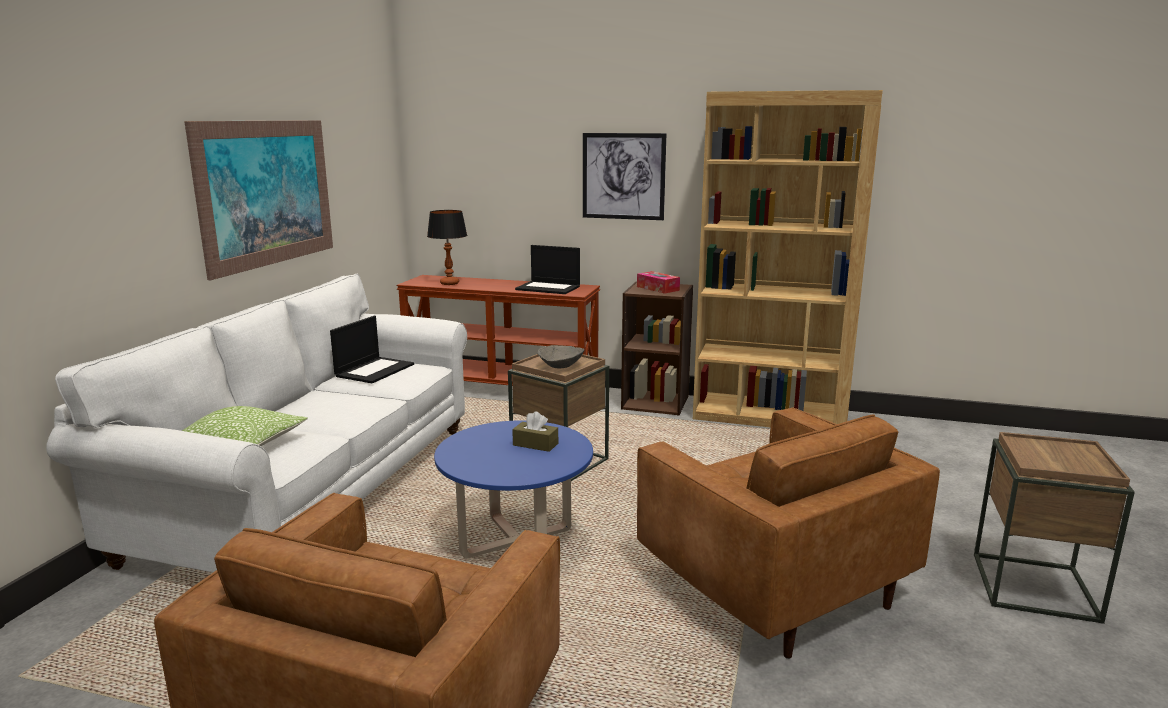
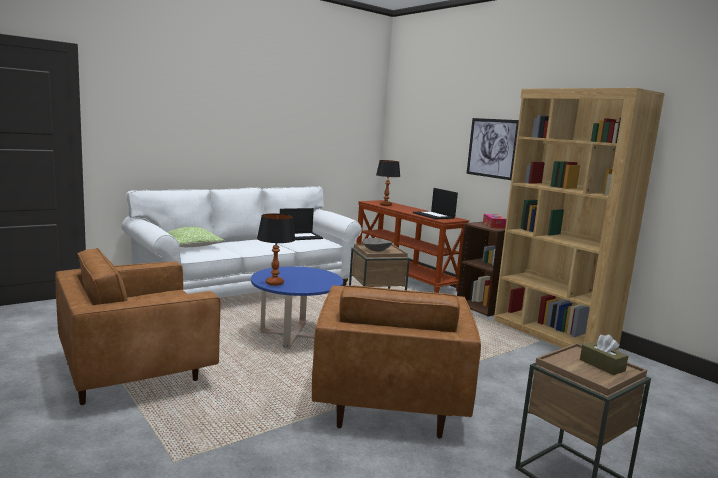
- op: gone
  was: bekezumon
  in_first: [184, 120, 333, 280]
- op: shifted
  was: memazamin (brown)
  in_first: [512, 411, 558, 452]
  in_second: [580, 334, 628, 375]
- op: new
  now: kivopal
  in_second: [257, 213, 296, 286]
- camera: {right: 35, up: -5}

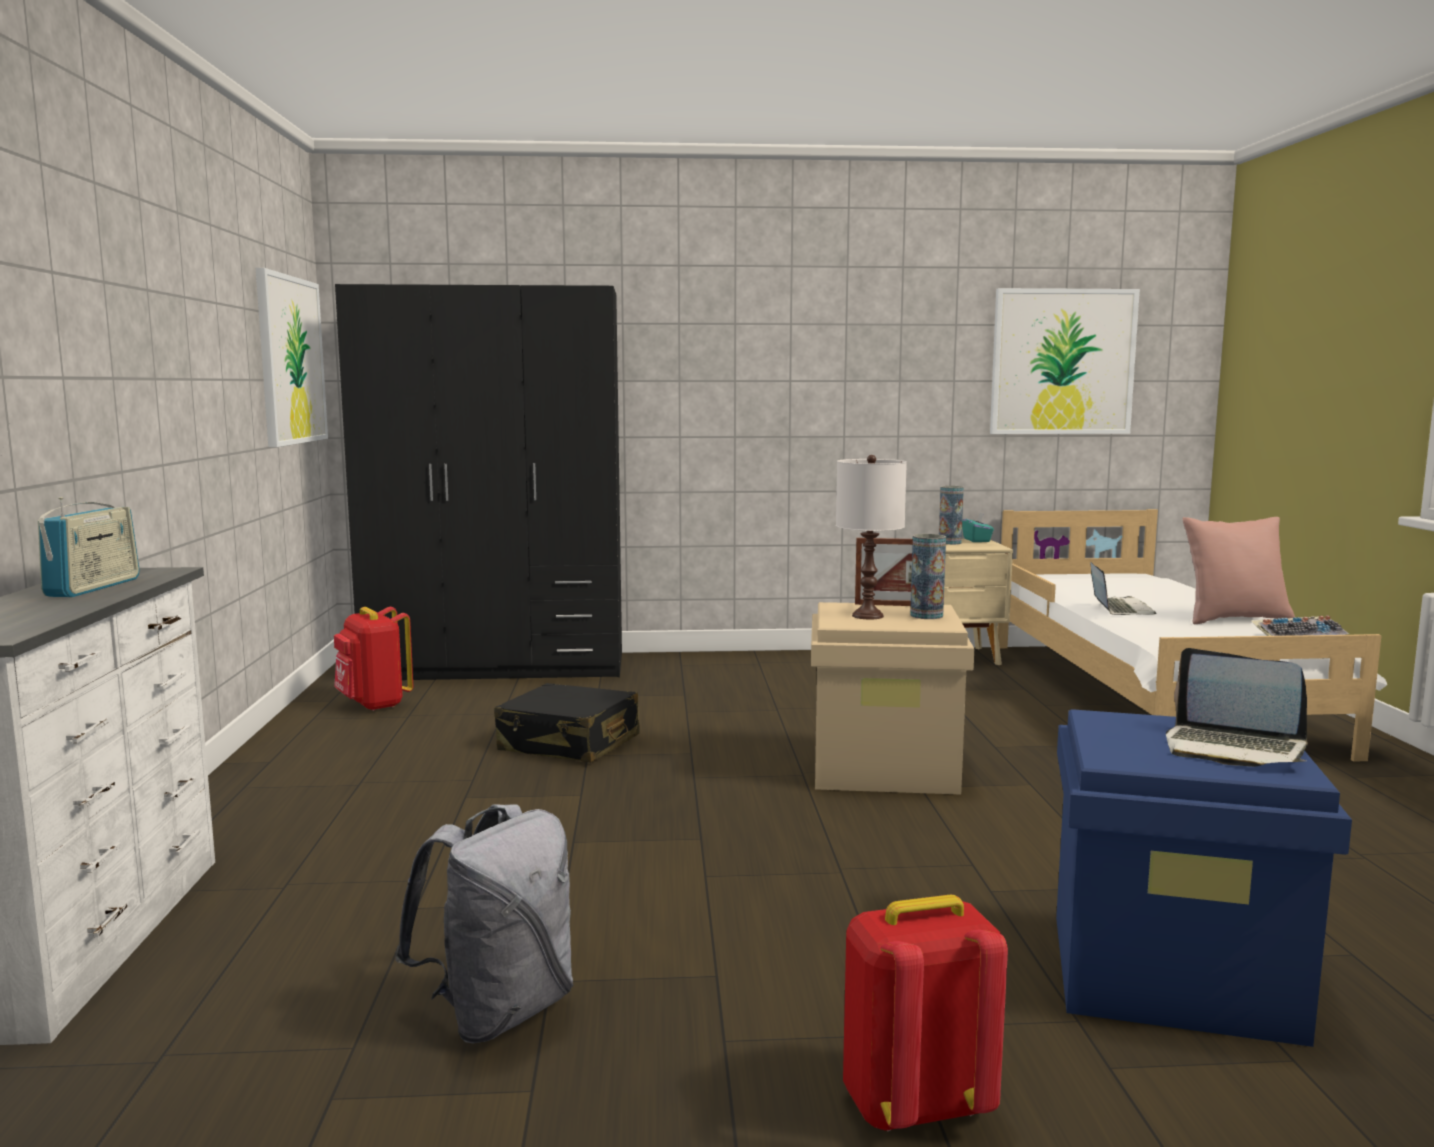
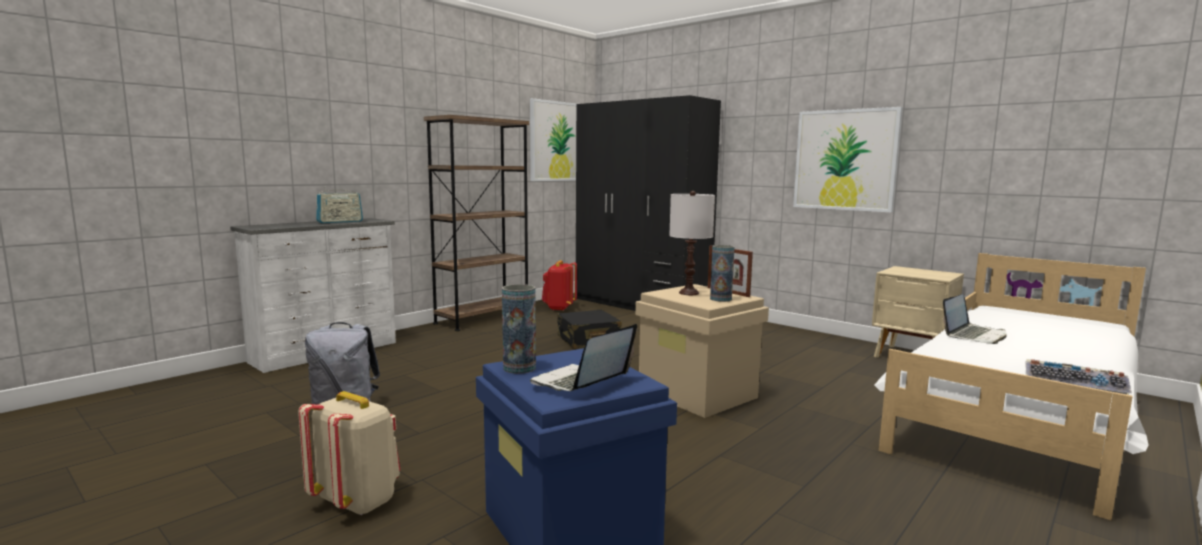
- op: repainted
  was: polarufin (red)
  now: polarufin (beige)
  in_first: [843, 894, 1008, 1131]
  in_second: [298, 391, 400, 515]
- op: shifted
  was: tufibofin
  in_first: [939, 486, 964, 545]
  in_second: [502, 284, 536, 374]
- op: gone
  was: memazamin (turquoise)
  in_first: [962, 513, 994, 542]
- op: shifted
  was: bekezumon
  in_first: [990, 288, 1140, 434]
  in_second: [793, 107, 903, 213]
- op: rotated
  was: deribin
  in_first: [1166, 648, 1308, 767]
  in_second: [530, 324, 637, 391]
  clockwise: 45
- op: gone
  was: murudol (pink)
  in_first: [1182, 517, 1295, 624]
- op: new
  now: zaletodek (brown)
  in_second: [424, 115, 529, 331]
- camera: {right: 45, up: 0}

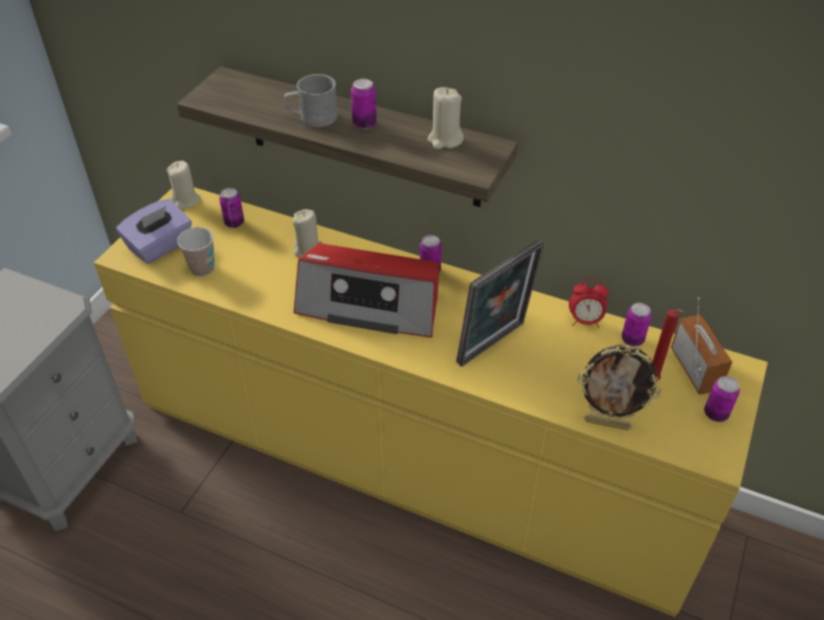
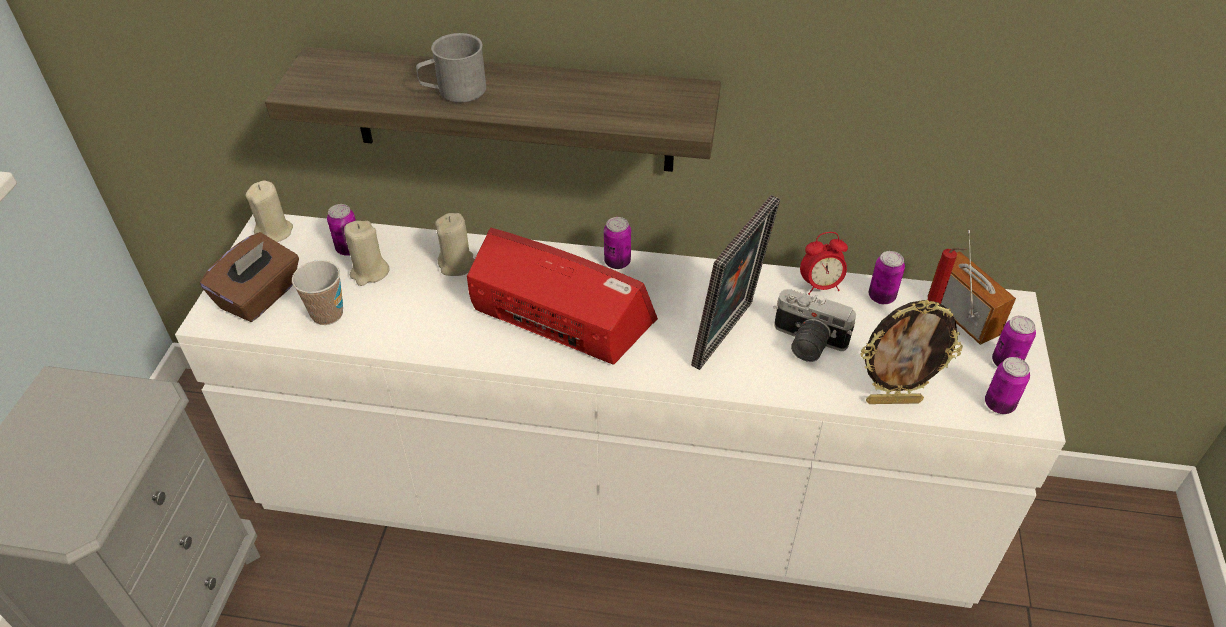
- op: repainted
  was: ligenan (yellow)
  now: ligenan (white)
  in_first: [94, 187, 768, 617]
  in_second: [175, 214, 1066, 608]
- op: repainted
  was: memazamin (purple)
  now: memazamin (brown)
  in_first: [116, 199, 192, 264]
  in_second: [200, 232, 299, 322]
- op: rotated
  was: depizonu
  in_first: [294, 243, 439, 338]
  in_second: [467, 228, 658, 364]
  clockwise: -150
- op: shifted
  was: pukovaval
  in_first: [351, 79, 377, 129]
  in_second: [985, 357, 1030, 414]
- op: shifted
  was: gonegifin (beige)
  in_first: [428, 87, 464, 149]
  in_second: [344, 221, 389, 286]
- op: new
  now: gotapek
  in_second: [773, 289, 856, 362]
- camera: {right: -15, up: 0}

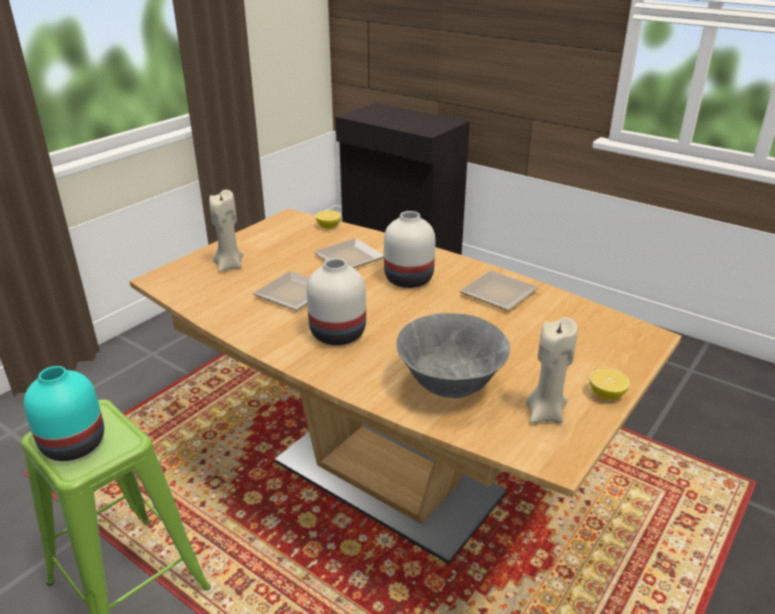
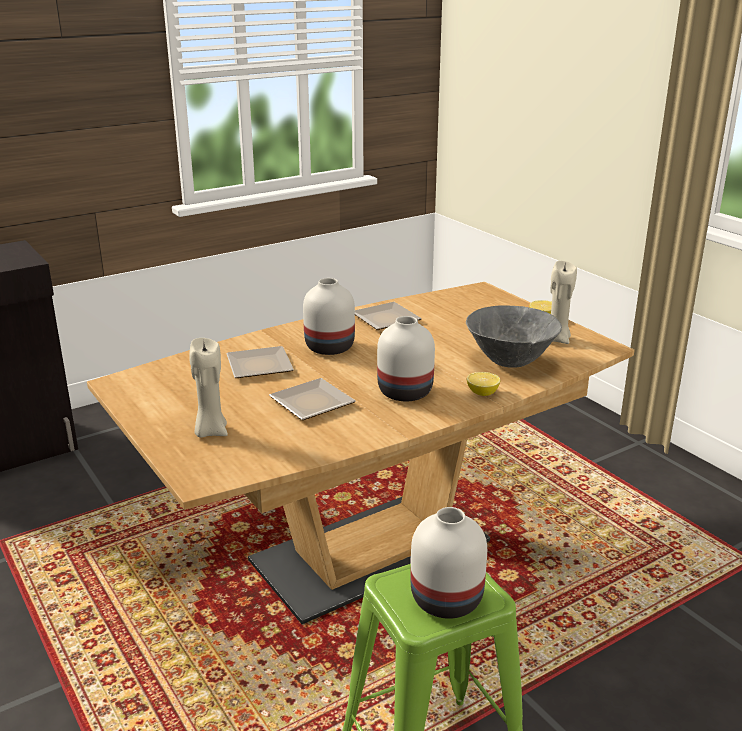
- op: repainted
  was: tufibofin (turquoise)
  now: tufibofin (white)
  in_first: [24, 366, 104, 461]
  in_second: [411, 507, 487, 619]
- op: shifted
  was: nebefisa
  in_first: [315, 210, 341, 229]
  in_second: [467, 372, 500, 396]
- camera: {right: -70, up: -5}

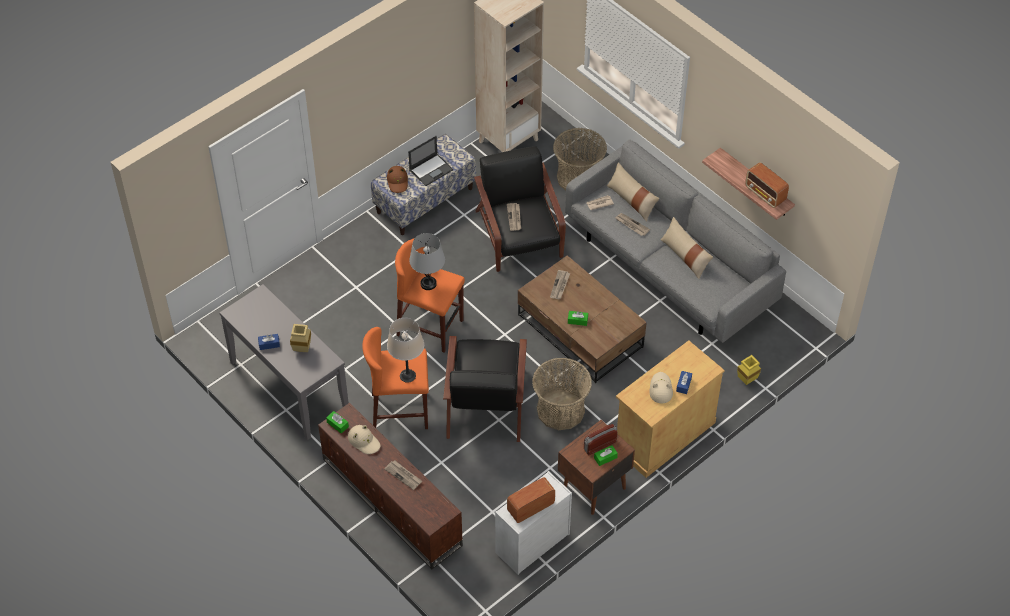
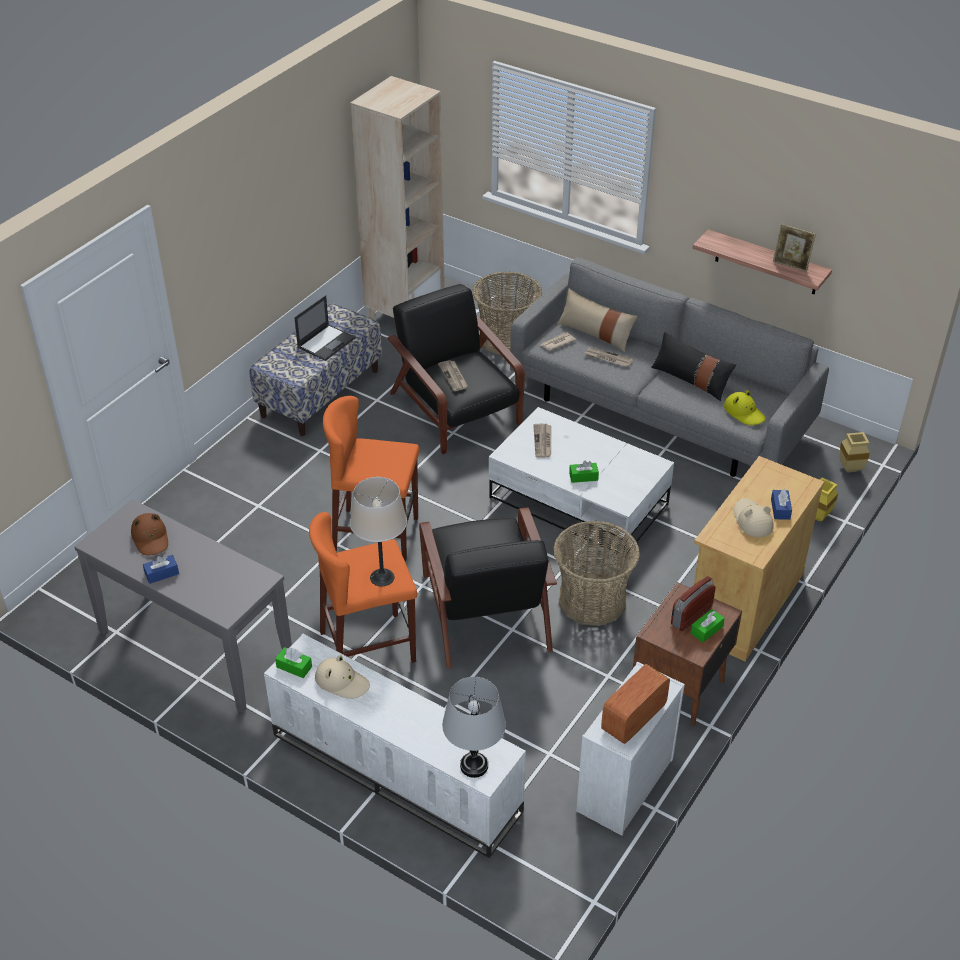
- op: shifted
  was: tufibofin (beige)
  in_first: [290, 324, 311, 352]
  in_second: [840, 432, 870, 473]
- op: repainted
  was: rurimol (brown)
  now: rurimol (white)
  in_first: [318, 402, 463, 569]
  in_second: [264, 634, 526, 858]
- op: gone
  was: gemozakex
  in_first: [384, 460, 422, 490]
- op: shifted
  was: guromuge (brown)
  in_first: [387, 166, 408, 193]
  in_second: [131, 513, 168, 555]
- op: shifted
  was: kivopal (grey)
  in_first: [409, 233, 445, 290]
  in_second: [442, 677, 506, 778]
- op: repainted
  was: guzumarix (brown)
  now: guzumarix (white)
  in_first: [518, 255, 647, 383]
  in_second: [489, 407, 674, 555]
- op: repainted
  was: murudol (beige)
  now: murudol (black)
  in_first: [661, 217, 713, 279]
  in_second: [651, 332, 736, 401]
- op: swapped
  was: depizonu
  now: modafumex
  in_first: [745, 162, 789, 208]
  in_second: [773, 224, 816, 272]
- op: new
  now: guromuge (yellow)
  in_second: [724, 390, 766, 425]
- camera: {right: -15, up: -10}

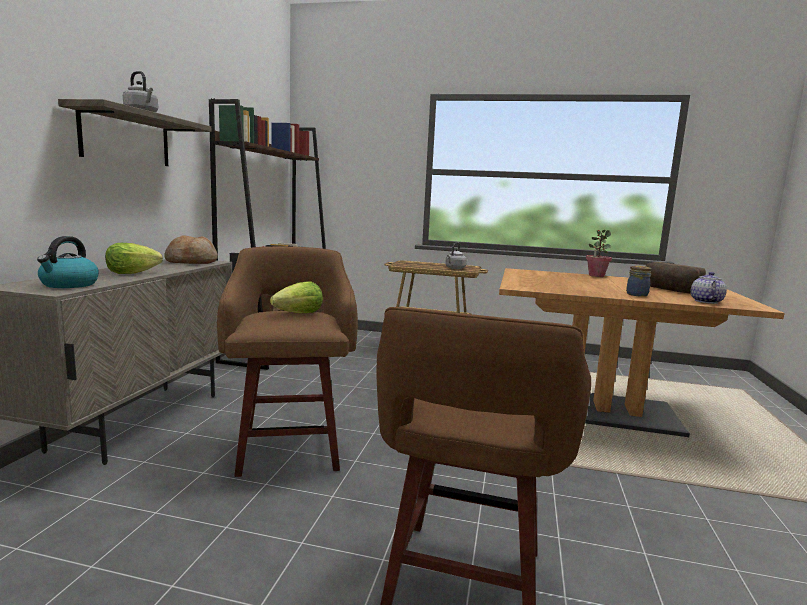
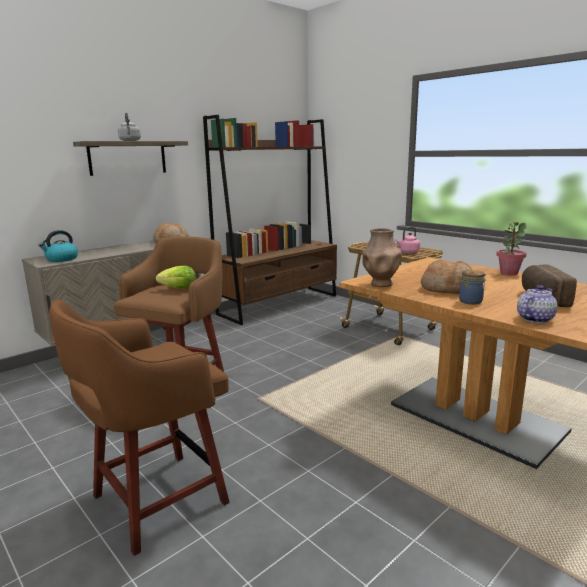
- op: gone
  was: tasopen
  in_first: [105, 243, 163, 274]
- op: repainted
  was: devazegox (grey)
  now: devazegox (pink)
  in_first: [445, 242, 467, 269]
  in_second: [395, 227, 420, 253]
- op: new
  now: tufibofin (brown)
  in_second: [362, 228, 402, 287]
- op: new
  now: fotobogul
  in_second: [421, 260, 472, 294]
- camera: {right: 35, up: 5}

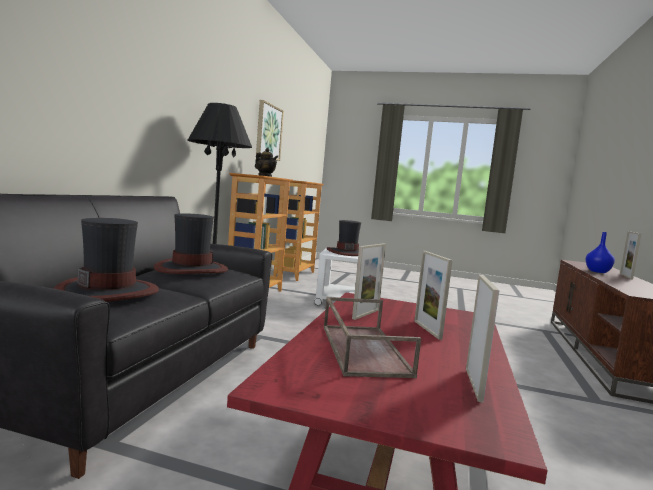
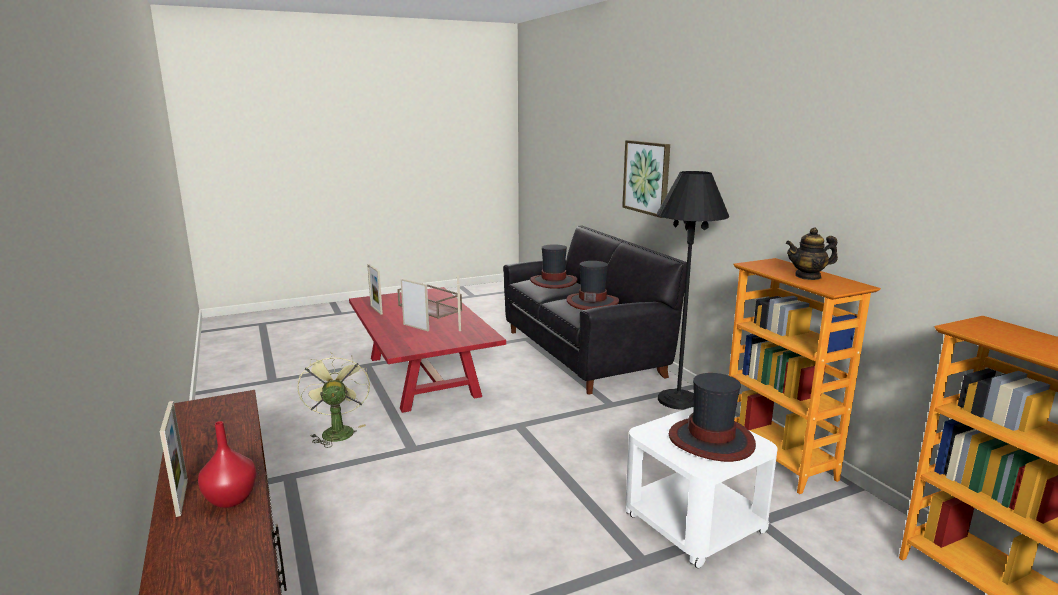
- op: shifted
  was: bekezumon
  in_first: [256, 100, 284, 161]
  in_second: [622, 140, 670, 218]
- op: repainted
  was: tufibofin (blue)
  now: tufibofin (red)
  in_first: [585, 232, 615, 273]
  in_second: [198, 421, 257, 508]
- op: new
  now: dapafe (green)
  in_second: [297, 352, 370, 448]
- camera: {right: 140, up: 10}

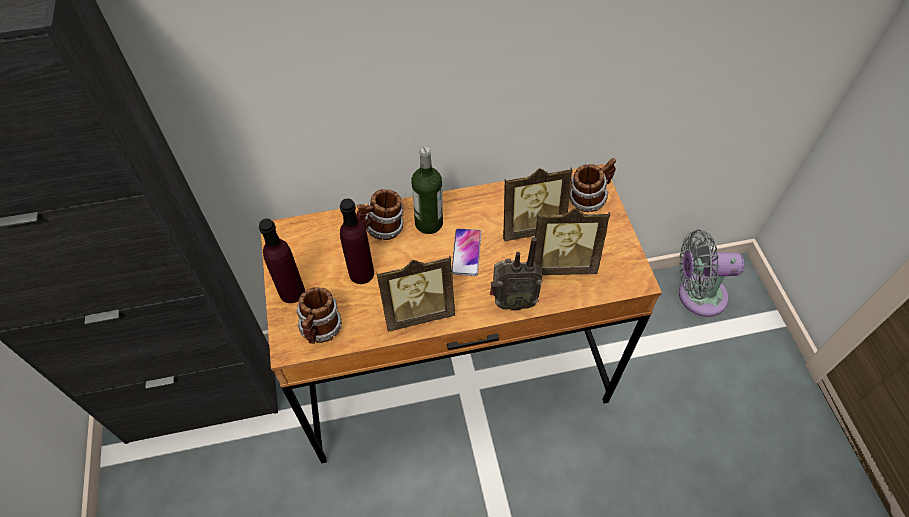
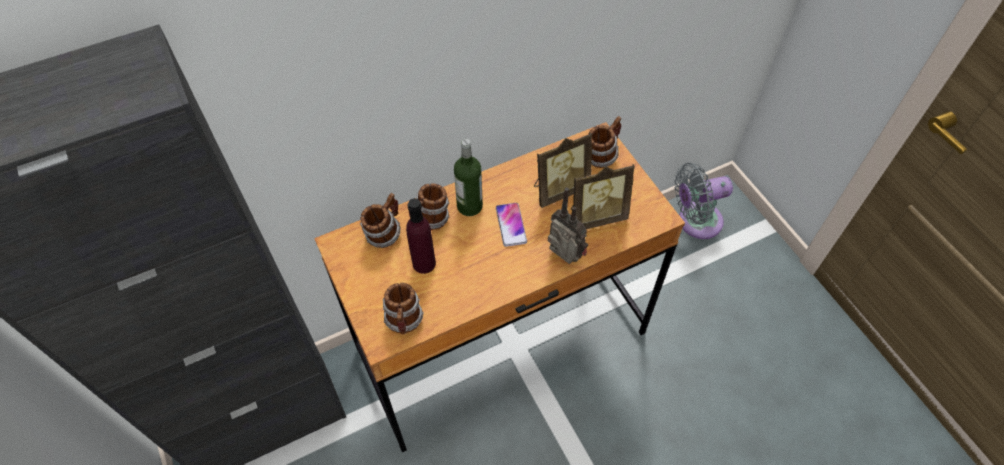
- op: gone
  was: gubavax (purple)
  in_first: [259, 219, 305, 303]
- op: gone
  was: modafumex
  in_first: [377, 255, 455, 332]
- op: rotated
  was: depizonu
  in_first: [490, 237, 543, 311]
  in_second: [548, 187, 589, 264]
  clockwise: -120
- op: new
  now: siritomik
  in_second: [360, 193, 400, 248]
- camera: {right: -15, up: 0}

